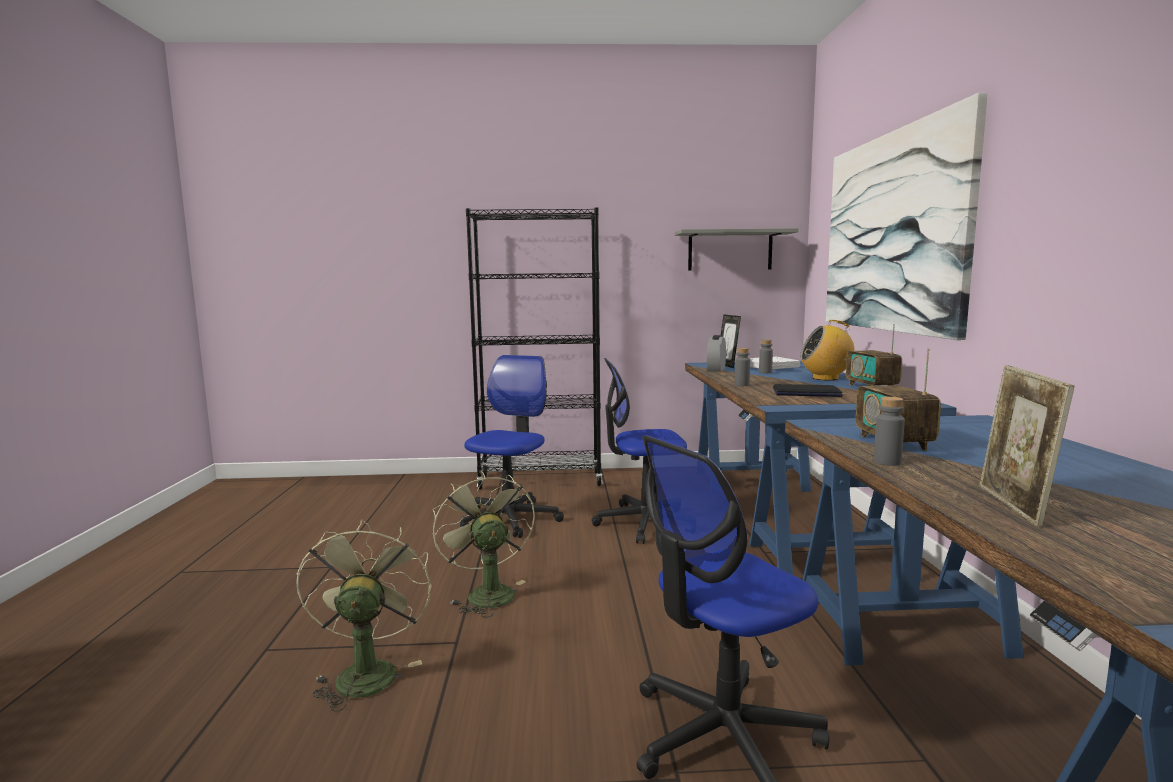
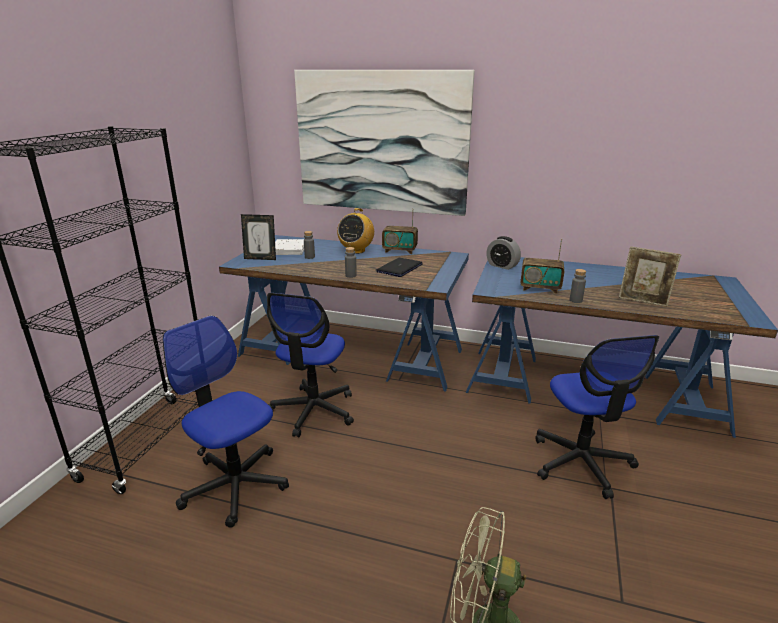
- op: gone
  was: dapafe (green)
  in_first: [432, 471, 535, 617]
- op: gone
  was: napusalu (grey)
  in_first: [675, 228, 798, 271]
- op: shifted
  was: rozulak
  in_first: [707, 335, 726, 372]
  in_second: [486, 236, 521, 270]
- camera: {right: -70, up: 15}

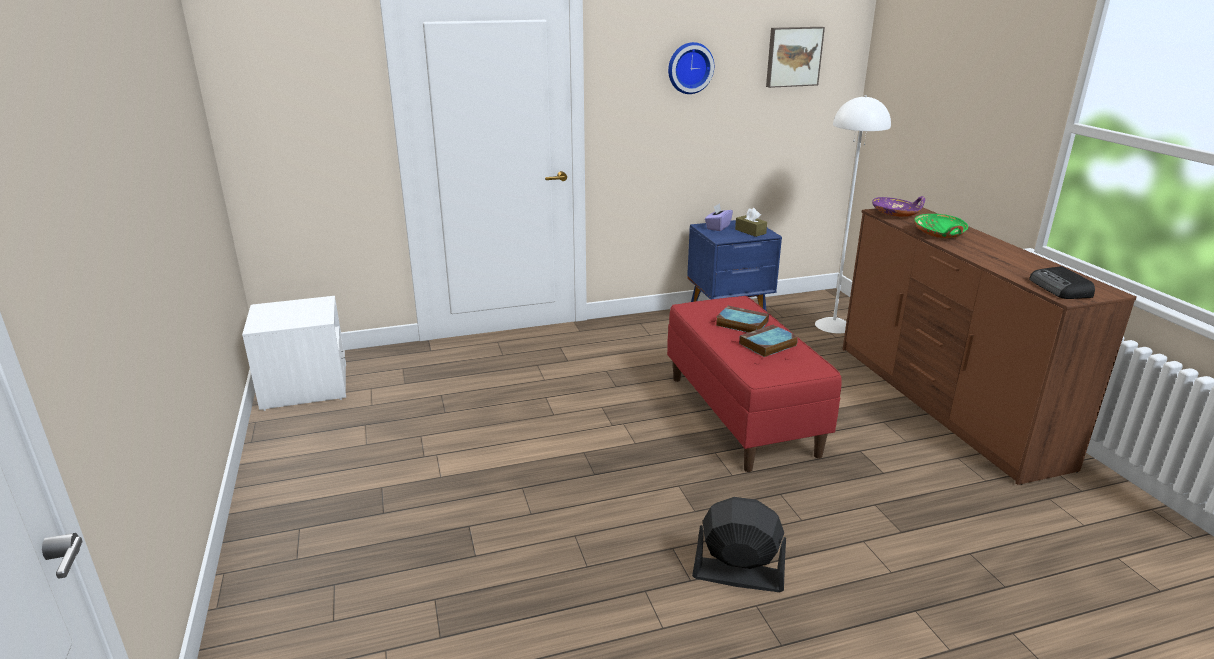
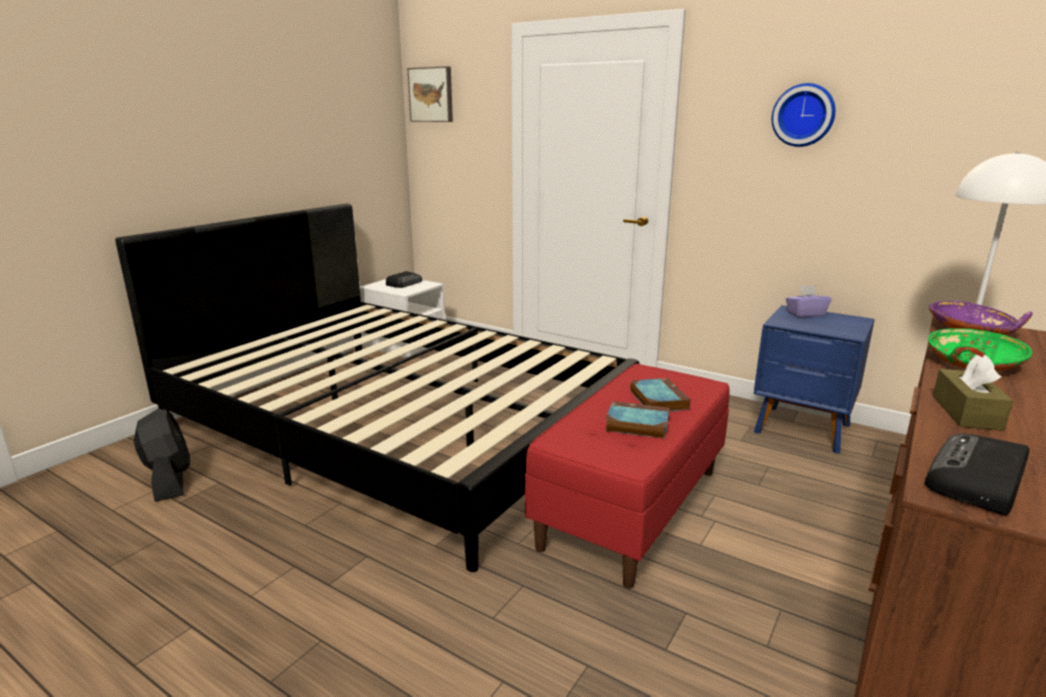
- op: shifted
  was: dapafe (black)
  in_first: [692, 497, 786, 592]
  in_second: [134, 409, 190, 502]
- op: shifted
  was: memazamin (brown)
  in_first: [735, 208, 767, 237]
  in_second: [933, 355, 1013, 431]
- op: shifted
  was: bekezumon
  in_first: [766, 27, 825, 88]
  in_second: [407, 66, 453, 122]
- op: new
  now: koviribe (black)
  in_second: [115, 204, 639, 572]
- op: new
  now: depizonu
  in_second: [386, 271, 422, 288]
- camera: {right: 50, up: -5}

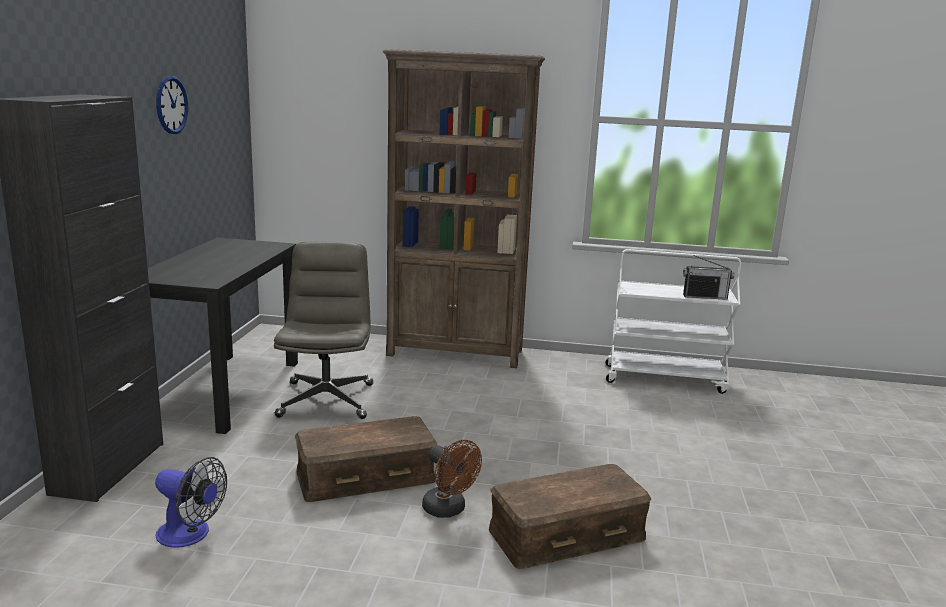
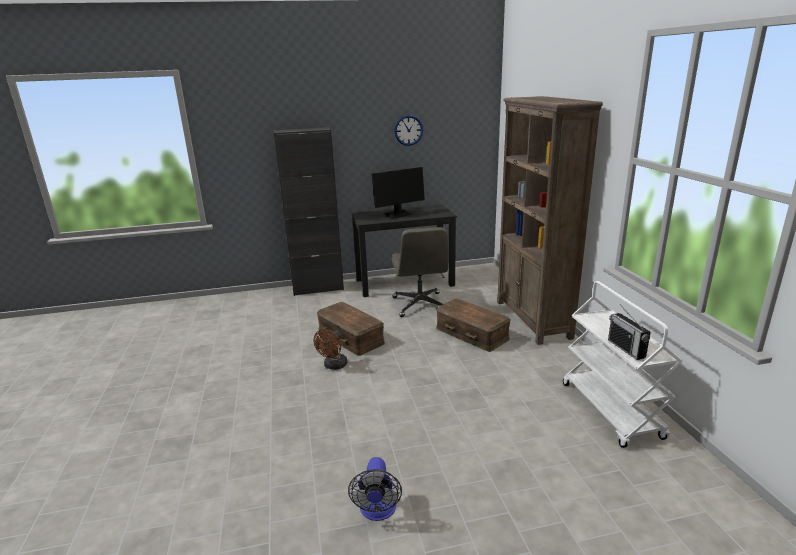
- op: shifted
  was: dapafe
  in_first: [155, 457, 227, 548]
  in_second: [348, 457, 402, 521]
- op: rotated
  was: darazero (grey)
  in_first: [274, 241, 373, 419]
  in_second: [392, 227, 448, 317]
  clockwise: 105
- op: shifted
  was: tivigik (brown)
  in_first: [489, 464, 651, 569]
  in_second: [436, 299, 511, 352]
- op: new
  now: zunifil
  in_second: [372, 167, 425, 218]
- camera: {right: 70, up: 5}

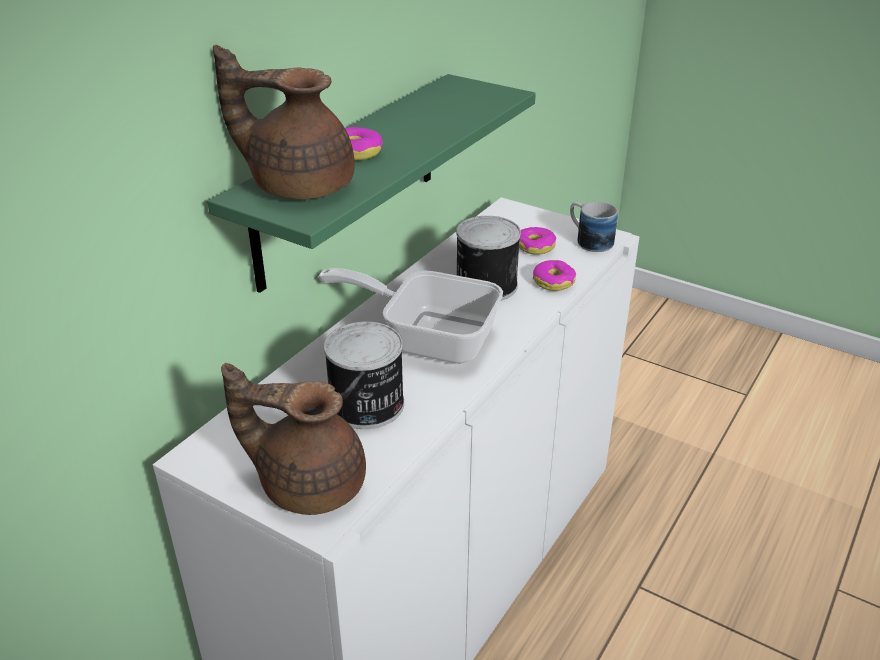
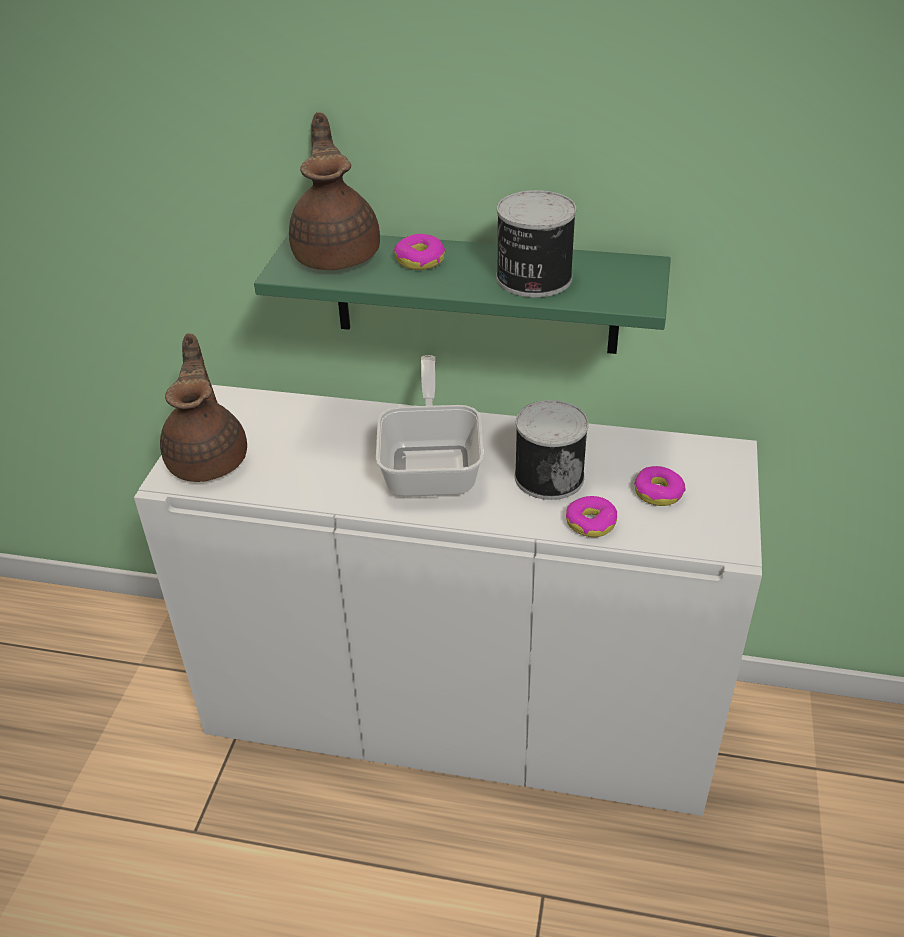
- op: shifted
  was: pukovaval
  in_first: [324, 322, 404, 429]
  in_second: [496, 190, 576, 297]
- op: gone
  was: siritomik
  in_first: [570, 202, 618, 252]
- camera: {right: 70, up: 5}

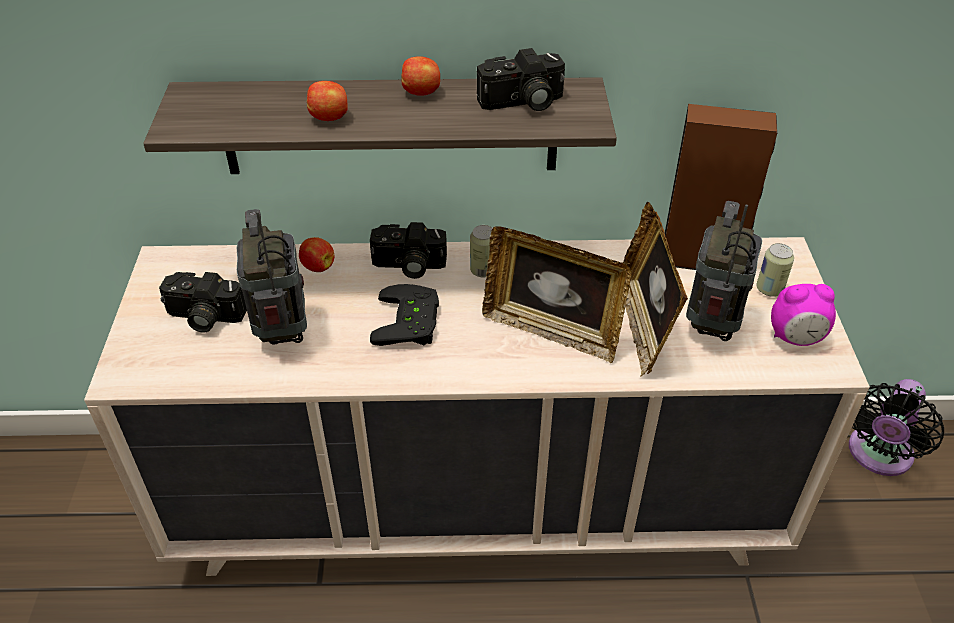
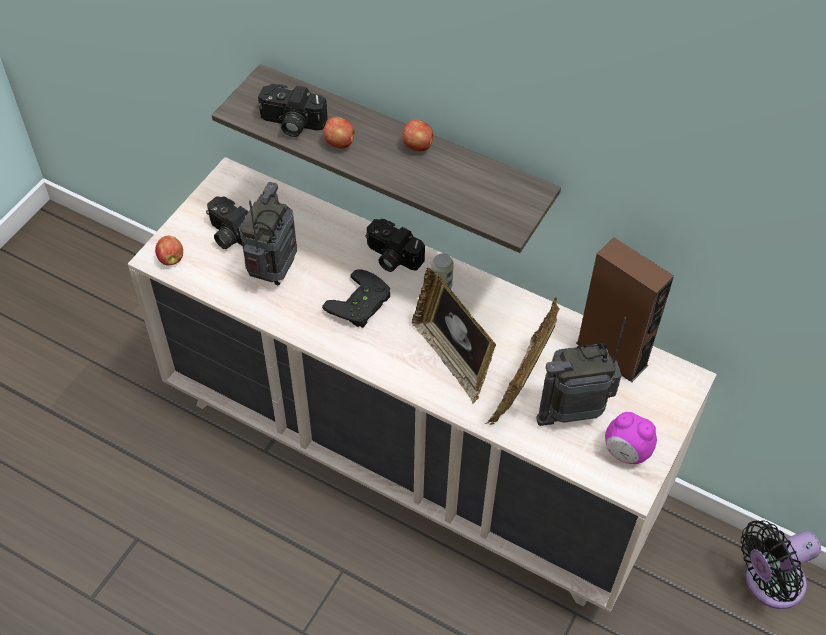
- op: shifted
  was: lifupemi
  in_first: [299, 237, 334, 272]
  in_second: [155, 236, 183, 266]
- op: shifted
  was: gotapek
  in_first: [477, 48, 565, 111]
  in_second: [258, 84, 328, 137]
- op: rotated
  was: depizonu
  in_first: [686, 201, 762, 341]
  in_second: [536, 317, 626, 426]
  clockwise: -150
- op: gone
  was: pukovaval
  in_first: [756, 243, 794, 297]
- camera: {right: 30, up: 10}

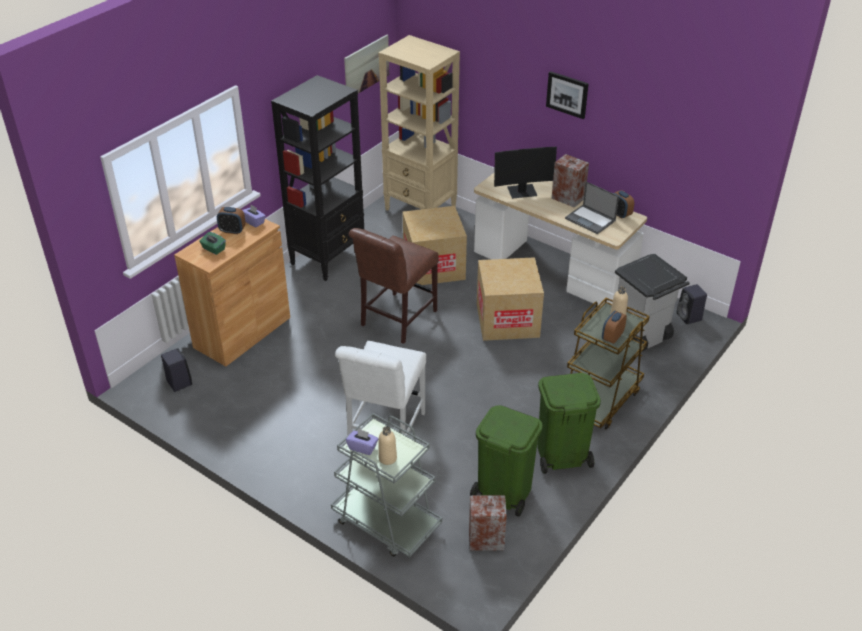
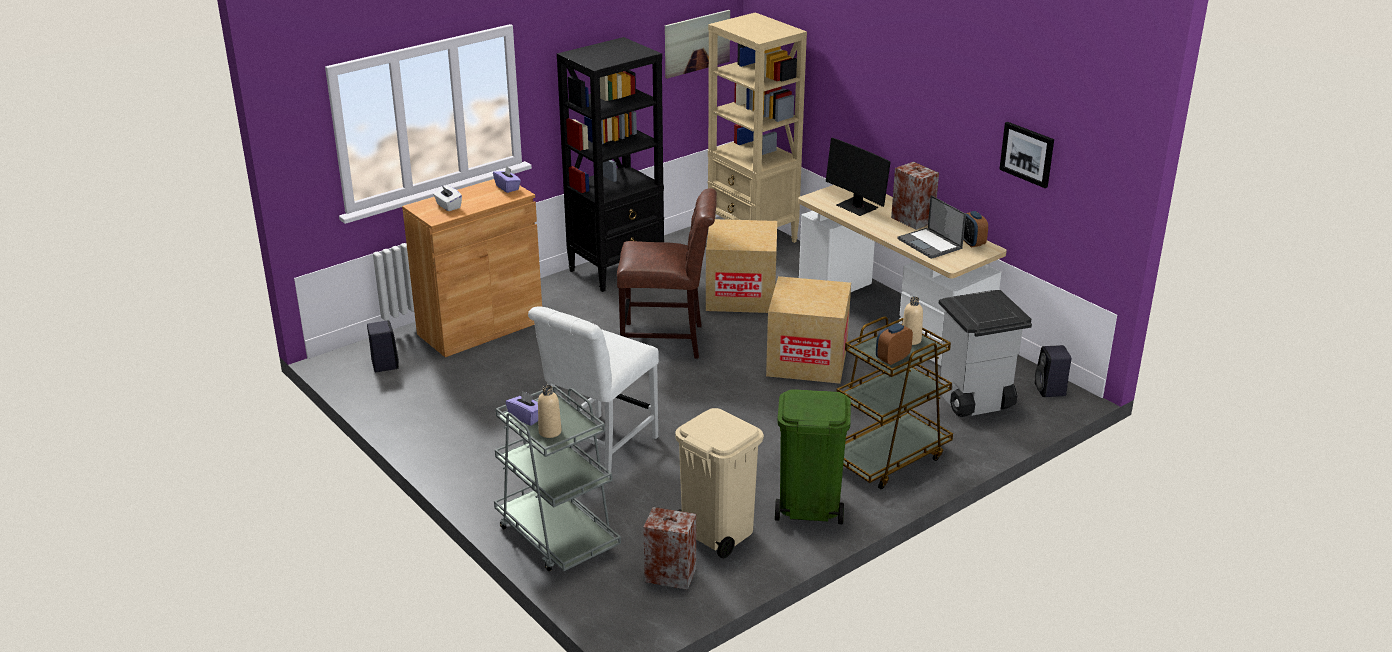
- op: repainted
  was: memazamin (green)
  now: memazamin (white)
  in_first: [199, 232, 226, 255]
  in_second: [433, 186, 462, 211]
- op: gone
  was: rozulak
  in_first: [217, 207, 246, 234]
- op: rotated
  was: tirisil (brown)
  in_first: [349, 228, 439, 344]
  in_second: [617, 188, 717, 358]
  clockwise: -135
- op: repainted
  was: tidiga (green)
  now: tidiga (beige)
  in_first: [470, 405, 543, 517]
  in_second: [675, 408, 764, 558]
- op: rotated
  was: zunifil
  in_first: [494, 147, 557, 199]
  in_second: [826, 138, 891, 216]
  clockwise: 45
- op: shifted
  was: bekezumon
  in_first: [546, 71, 589, 119]
  in_second: [999, 122, 1054, 188]
- camera: {right: 15, up: -10}

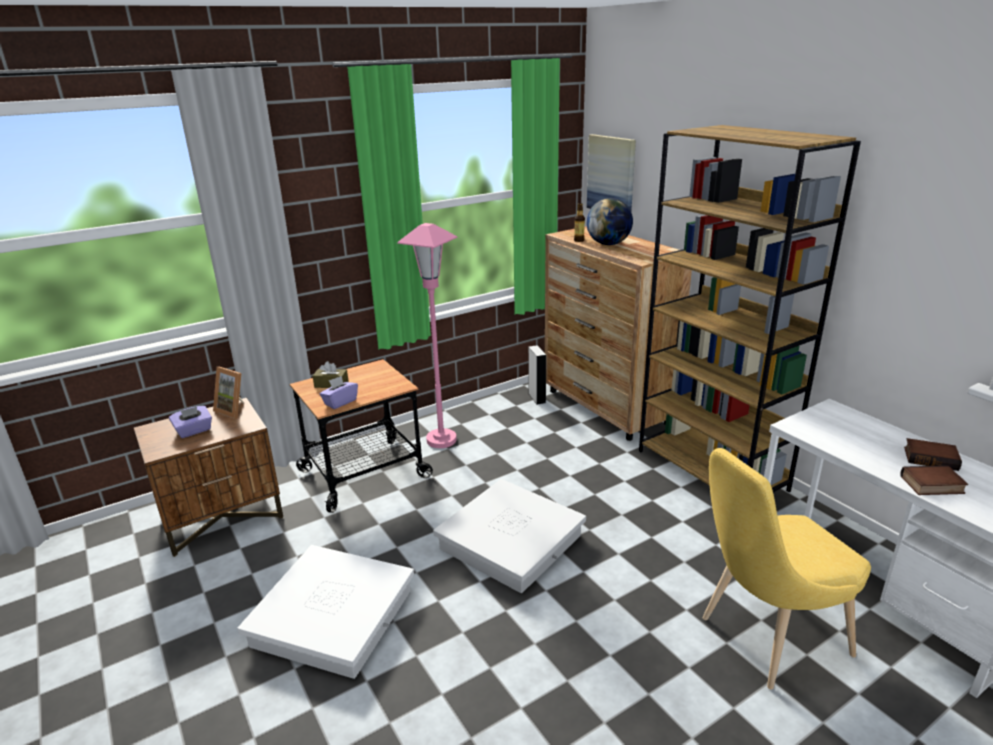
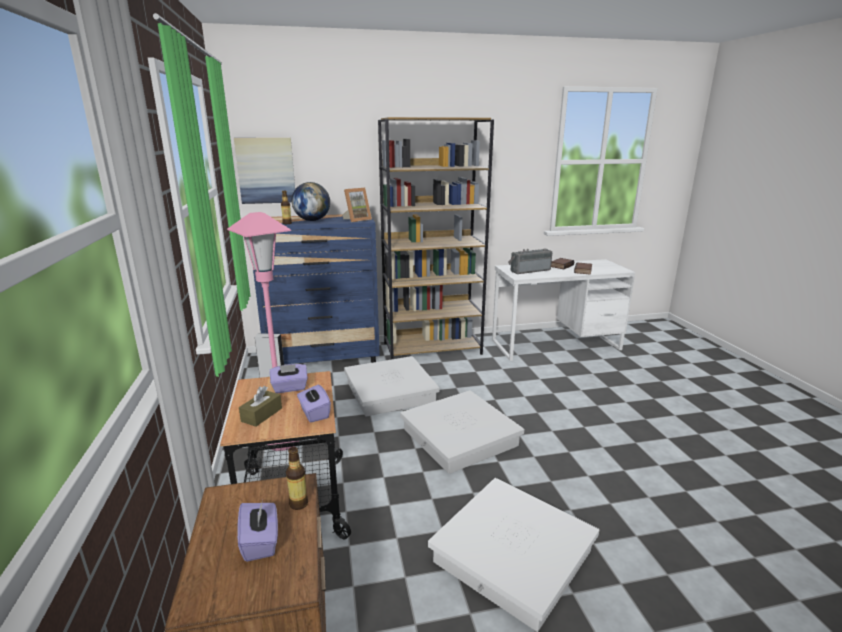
- op: shifted
  was: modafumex
  in_first: [213, 367, 244, 419]
  in_second: [342, 188, 372, 222]
- op: repainted
  was: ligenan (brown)
  now: ligenan (blue)
  in_first: [545, 226, 692, 441]
  in_second: [253, 214, 380, 364]
- op: gone
  was: tirisil (yellow)
  in_first: [702, 448, 871, 690]
- op: new
  now: memazamin (purple)
  in_second: [270, 364, 308, 393]
- op: new
  now: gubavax
  in_second: [286, 447, 308, 510]
- op: new
  now: tivigik (white)
  in_second: [344, 356, 440, 417]
- op: new
  now: depizonu
  in_second: [508, 249, 552, 274]
- camera: {right: -70, up: -5}

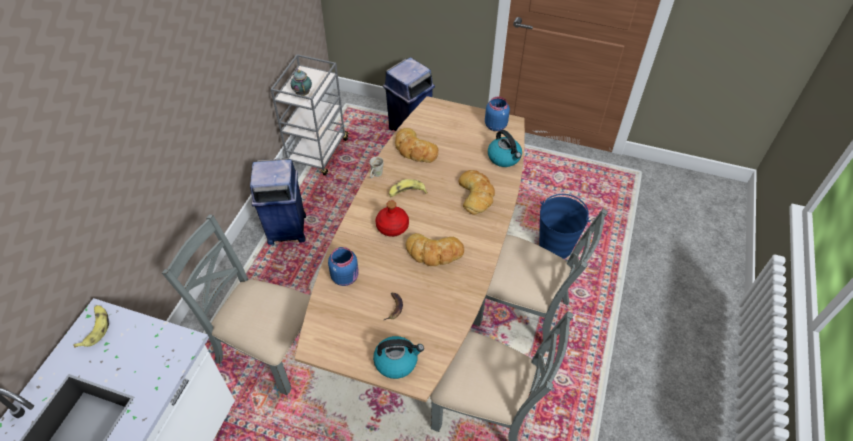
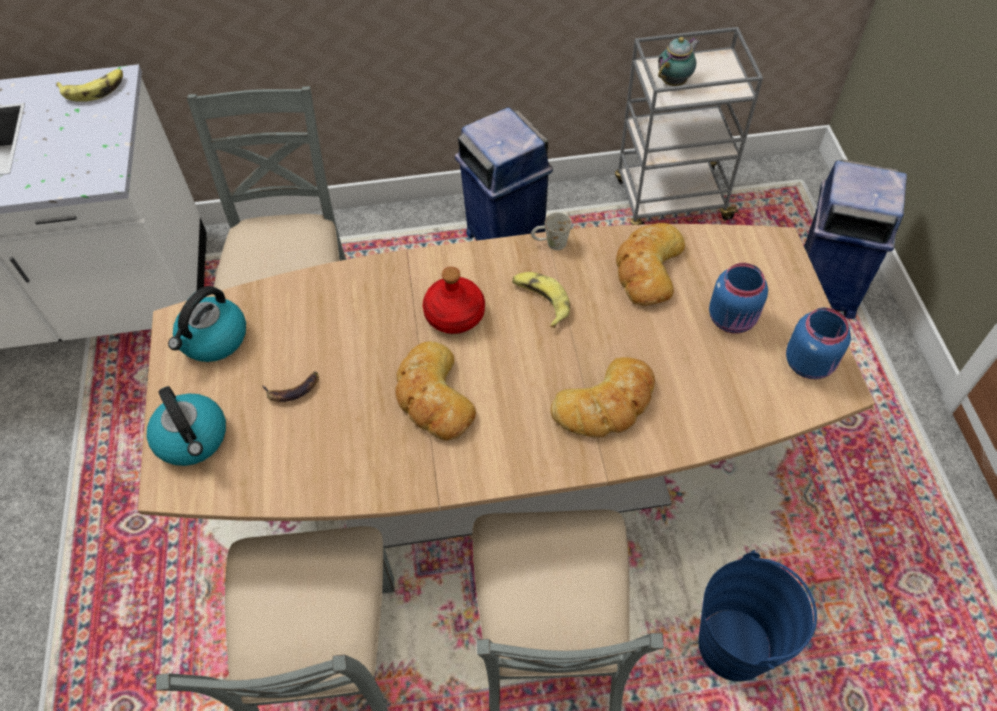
- op: shifted
  was: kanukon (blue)
  in_first: [328, 247, 359, 286]
  in_second: [709, 263, 768, 333]
- op: shifted
  was: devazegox
  in_first: [488, 130, 522, 167]
  in_second: [168, 286, 246, 362]
- camera: {right: 65, up: 5}

